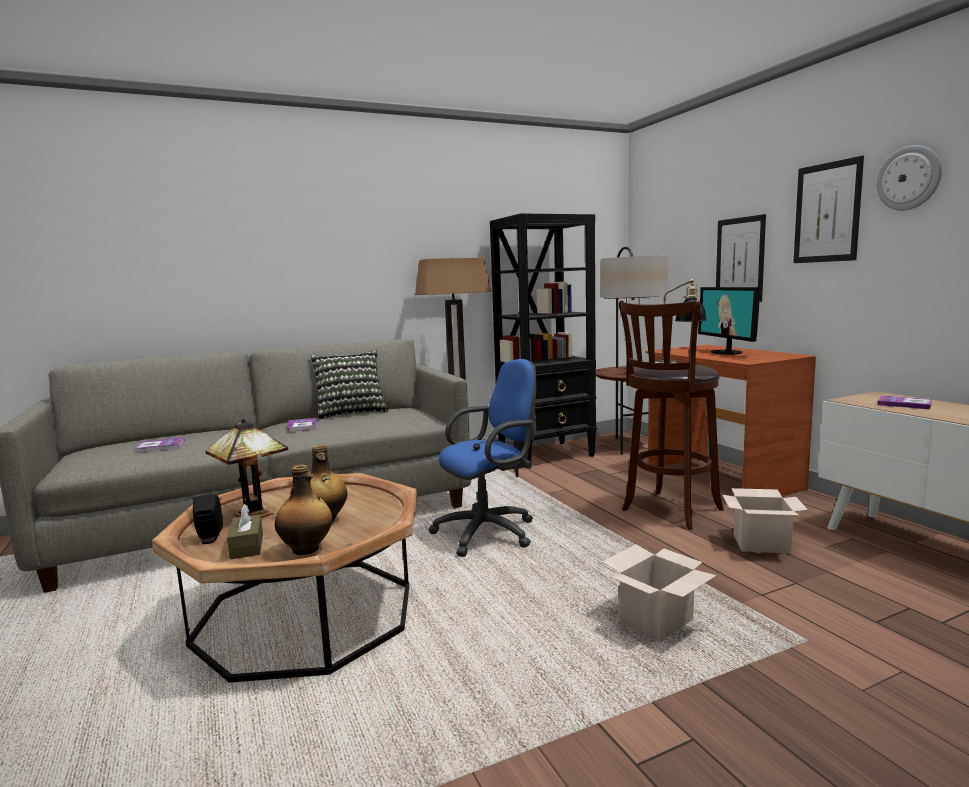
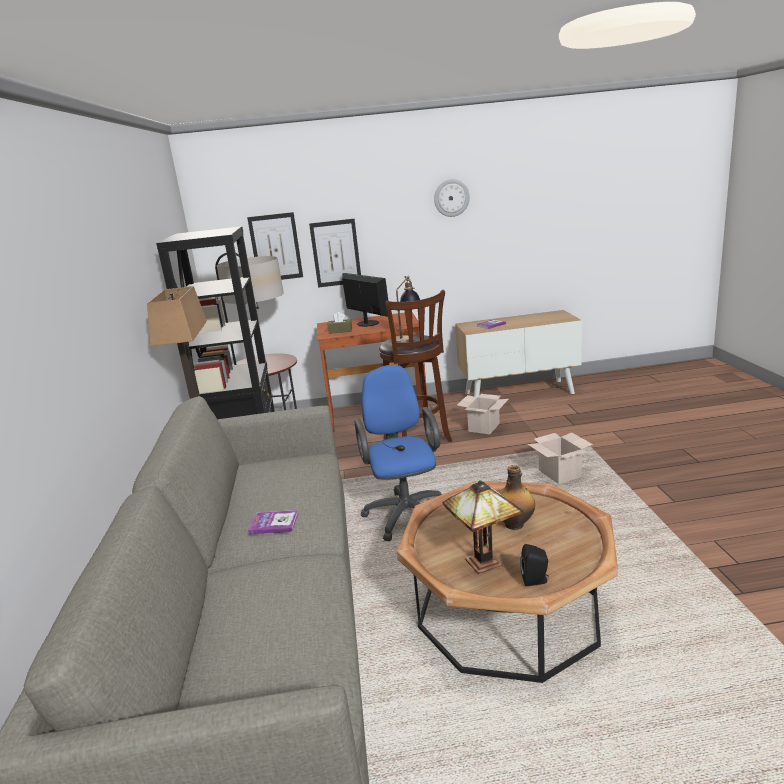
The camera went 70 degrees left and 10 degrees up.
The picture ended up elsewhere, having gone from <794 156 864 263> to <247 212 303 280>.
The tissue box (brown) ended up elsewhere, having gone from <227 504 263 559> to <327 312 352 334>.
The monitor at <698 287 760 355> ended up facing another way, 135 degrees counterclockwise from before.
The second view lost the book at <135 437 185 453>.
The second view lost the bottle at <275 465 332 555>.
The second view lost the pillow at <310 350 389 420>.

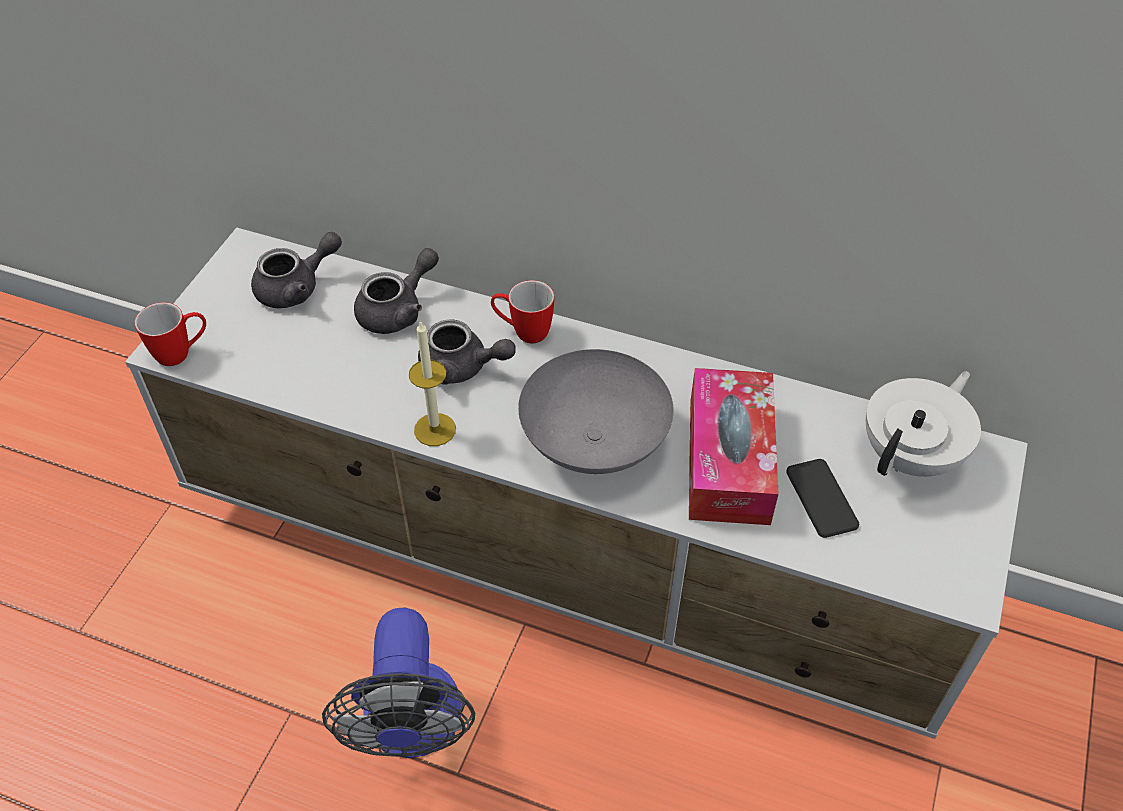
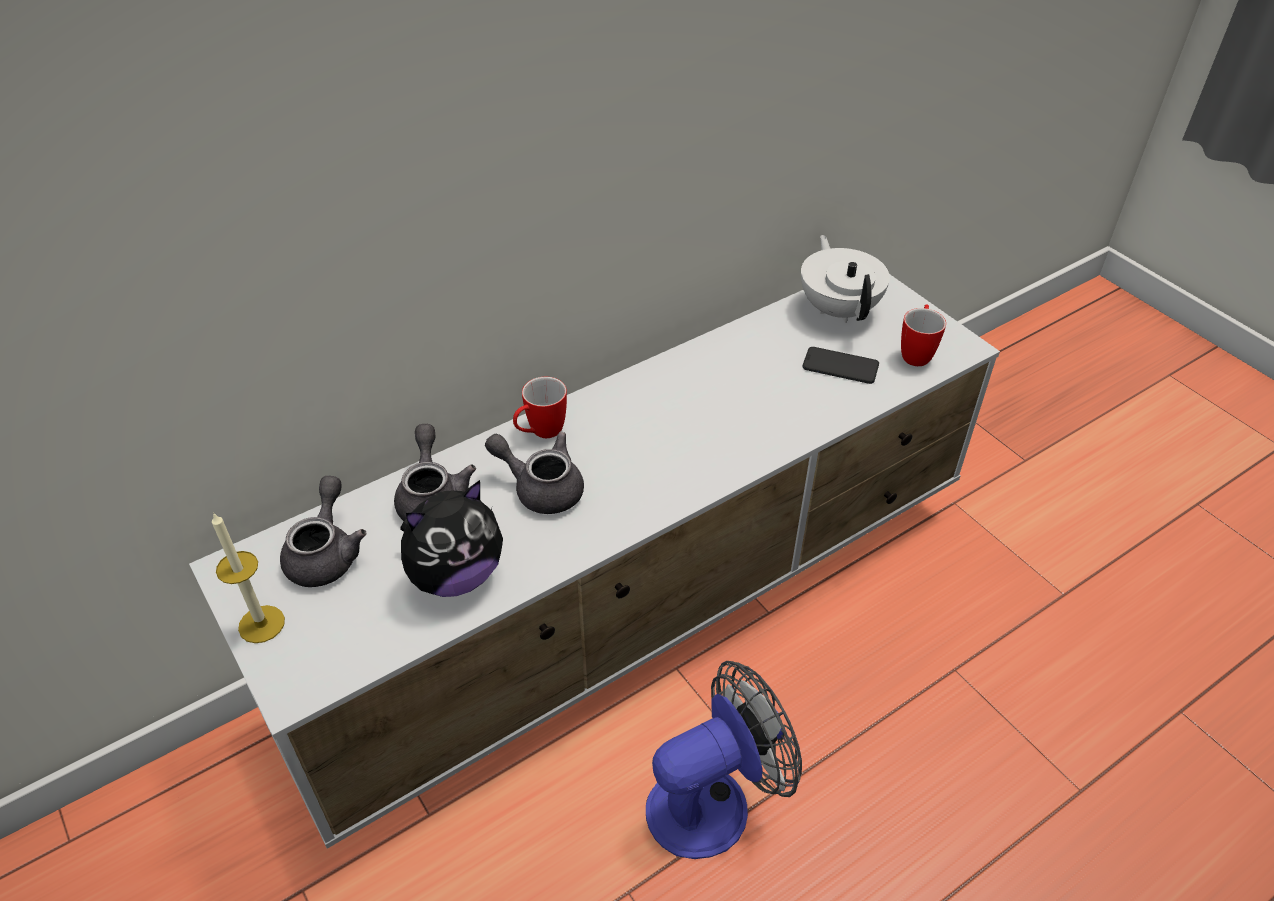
The camera went 55 degrees left and 5 degrees down.
The candle ended up elsewhere, having gone from <409 321 456 446> to <212 512 285 643>.
The second view gained the plush toy at <400 480 503 597>.
The teapot (grey) at <418 319 516 385> ended up facing another way, 120 degrees counterclockwise from before.
The fan at <322 608 475 758> ended up facing another way, 60 degrees counterclockwise from before.
The mug ended up elsewhere, having gone from <135 302 206 366> to <901 304 946 366>.
The second view lost the bowl (grey) at <518 349 674 474>.
The second view lost the tissue box at <689 368 778 525>.

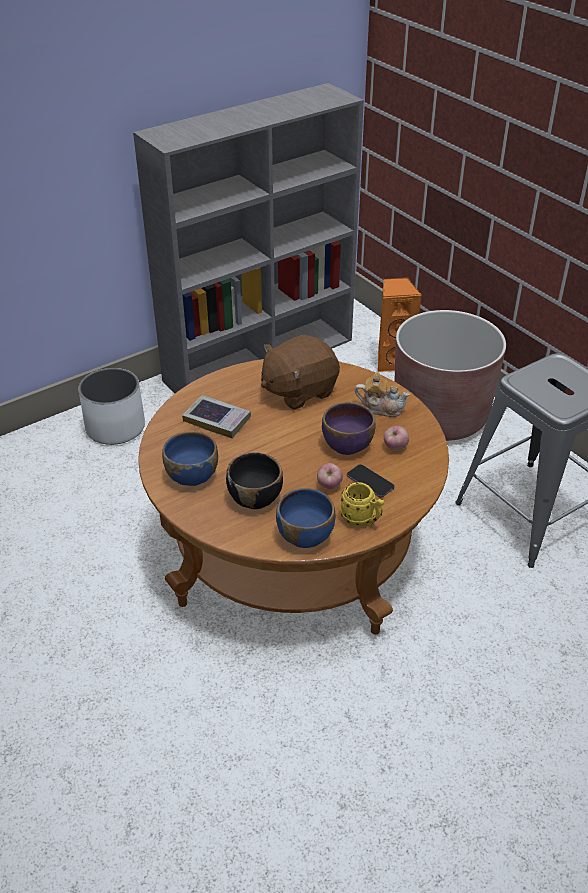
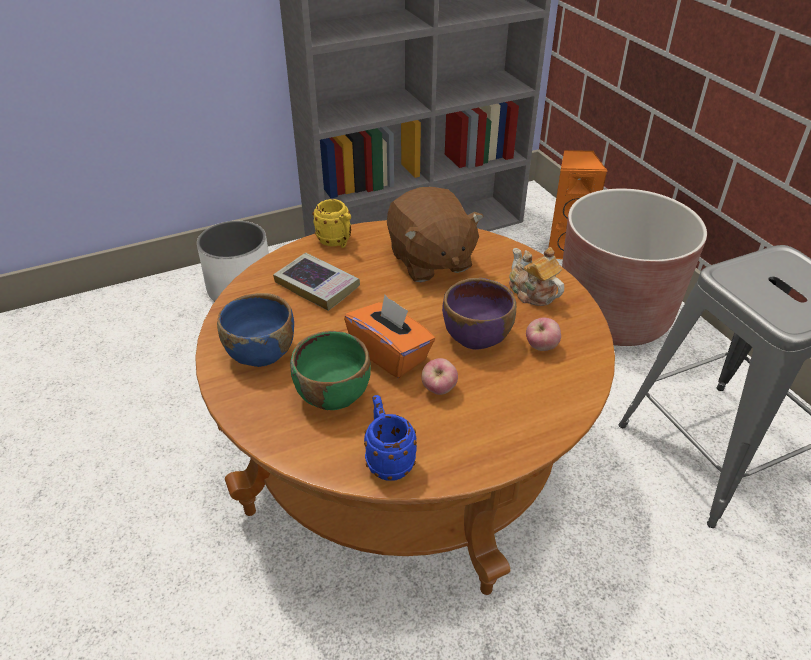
The camera went 10 degrees right and 0 degrees up.
What was the bowl (black) at <226 453 283 509> turned into the bowl (green) at <290 331 371 410>.
The mug (yellow) ended up elsewhere, having gone from <341 482 384 527> to <313 199 351 248>.
The second view gained the tissue box (orange) at <344 295 435 378>.
Where the bowl (blue) stood at <276 488 335 548>, the mug (blue) came to stand at <364 395 417 481>.
The plush toy (brown) at <261 335 340 410> ended up facing another way, 90 degrees counterclockwise from before.
The teapot at <355 373 410 417> ended up facing another way, 150 degrees counterclockwise from before.
The second view lost the phone at <347 464 395 497>.

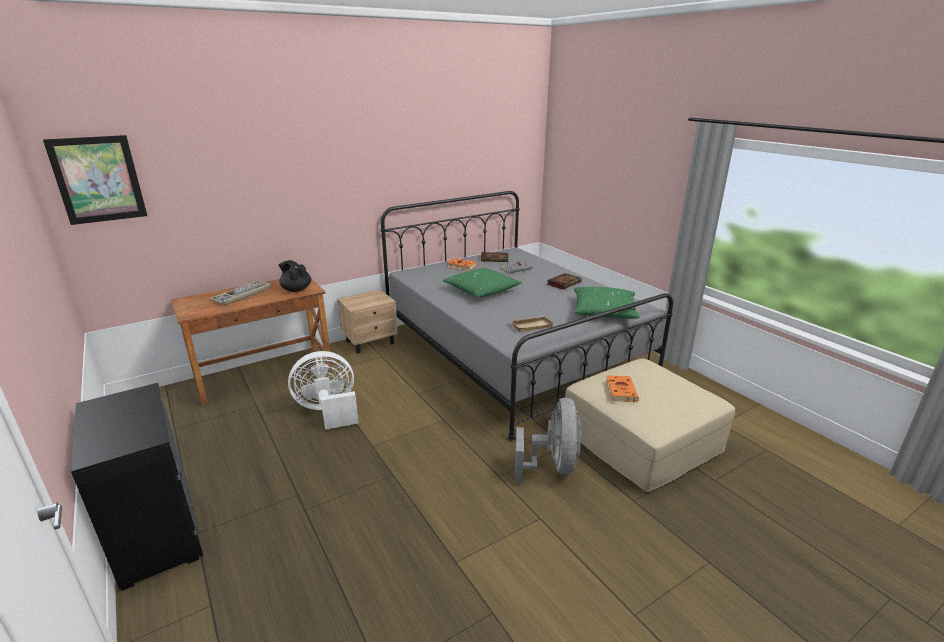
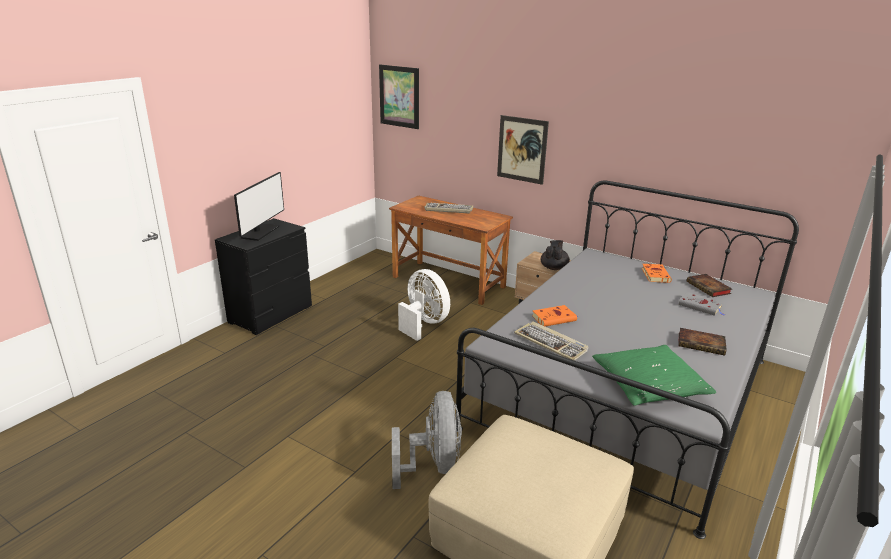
The camera went 65 degrees right and 0 degrees up.
The second view gained the monitor at <234 172 284 241>.
The fan (grey) at <515 398 582 483> ended up facing another way, 75 degrees counterclockwise from before.
The second view gained the picture at <497 115 549 185>.
Where the tray (beige) stood at <510 316 554 332>, the keyboard came to stand at <514 321 589 361>.
The book (orange) ended up elsewhere, having gone from <606 375 639 402> to <532 305 579 327>.
The teapot (black) ended up elsewhere, having gone from <278 260 311 292> to <541 240 570 270>.
The second view lost the pillow (green) at <443 268 522 297>.

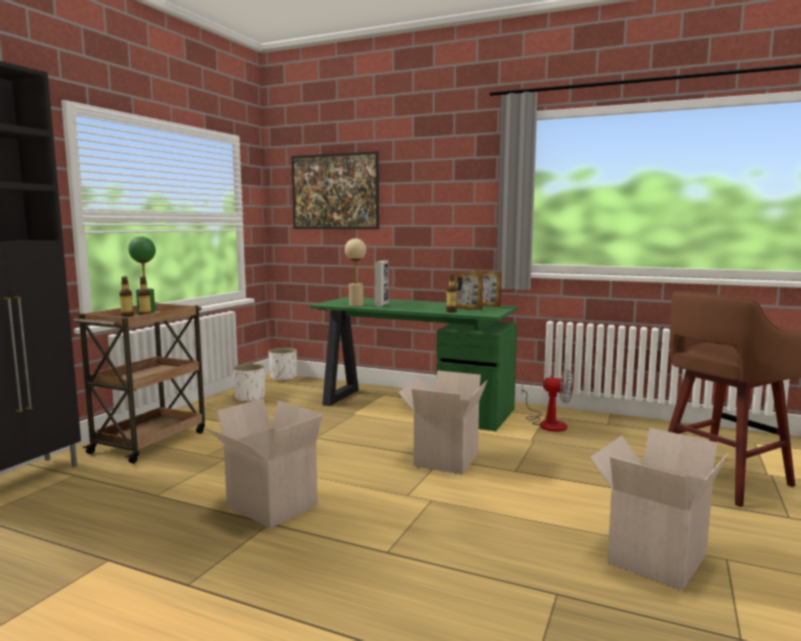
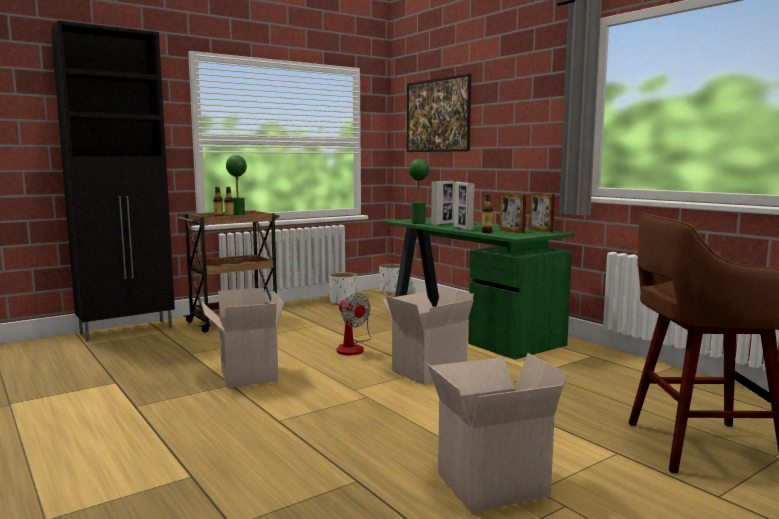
The camera went 30 degrees right and 0 degrees up.
The fan ended up elsewhere, having gone from <521 370 573 432> to <337 293 372 355>.
What was the table lamp (beige) at <345 238 366 307> turned into the table lamp (green) at <409 159 429 224>.
The second view gained the picture frame at <454 182 475 230>.

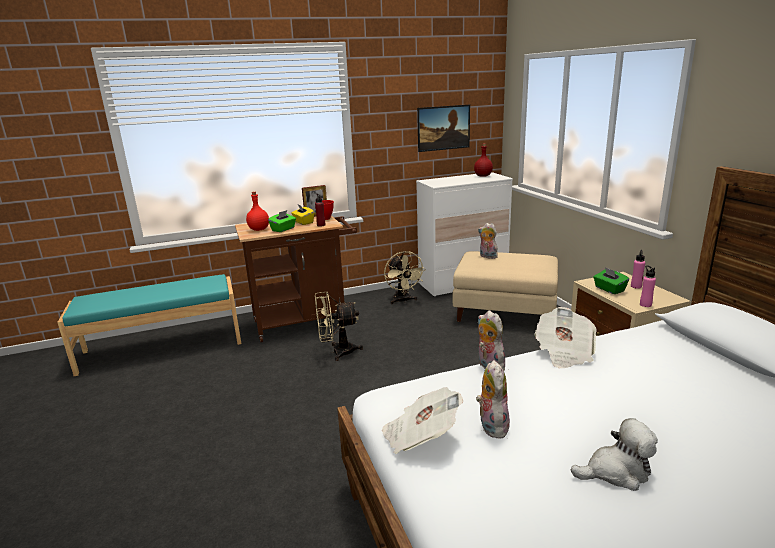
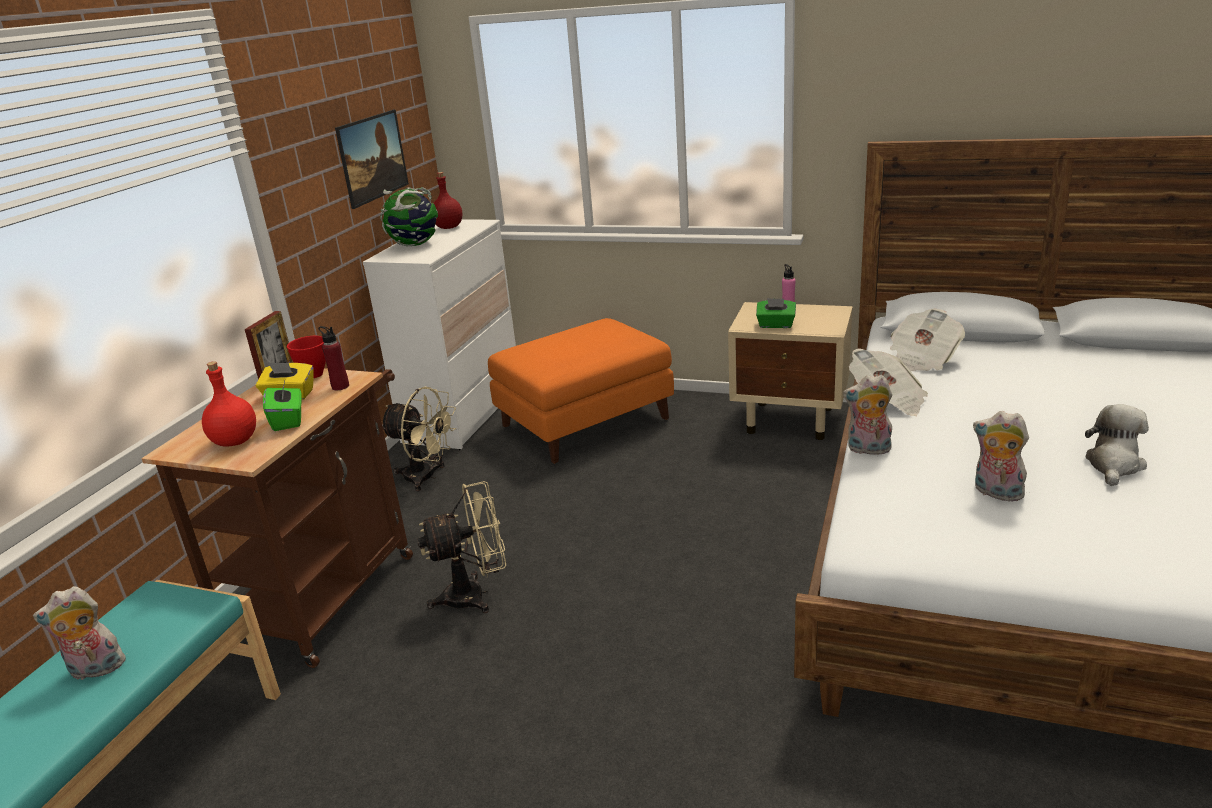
The camera went 50 degrees left and 5 degrees up.
The plush toy ended up elsewhere, having gone from <478 223 498 259> to <33 586 126 680>.
The second view gained the globe at <380 187 438 246>.
The fan (beige) at <315 292 363 361> ended up facing another way, 135 degrees counterclockwise from before.
What was the ottoman (beige) at <453 251 558 322> turned into the ottoman (orange) at <488 318 674 464>.
The newspaper ended up elsewhere, having gone from <382 387 463 454> to <890 309 965 371>.
The second view lost the bottle (pink) at <640 265 656 307>.

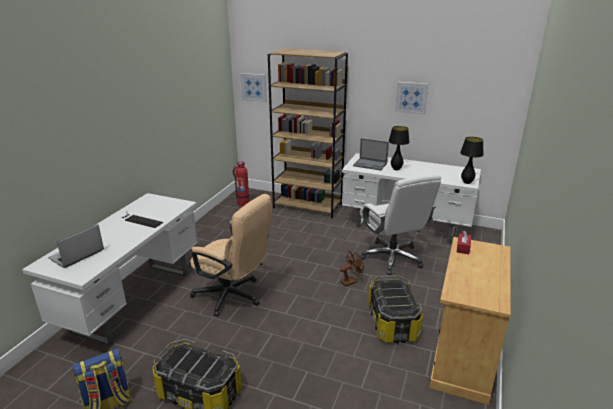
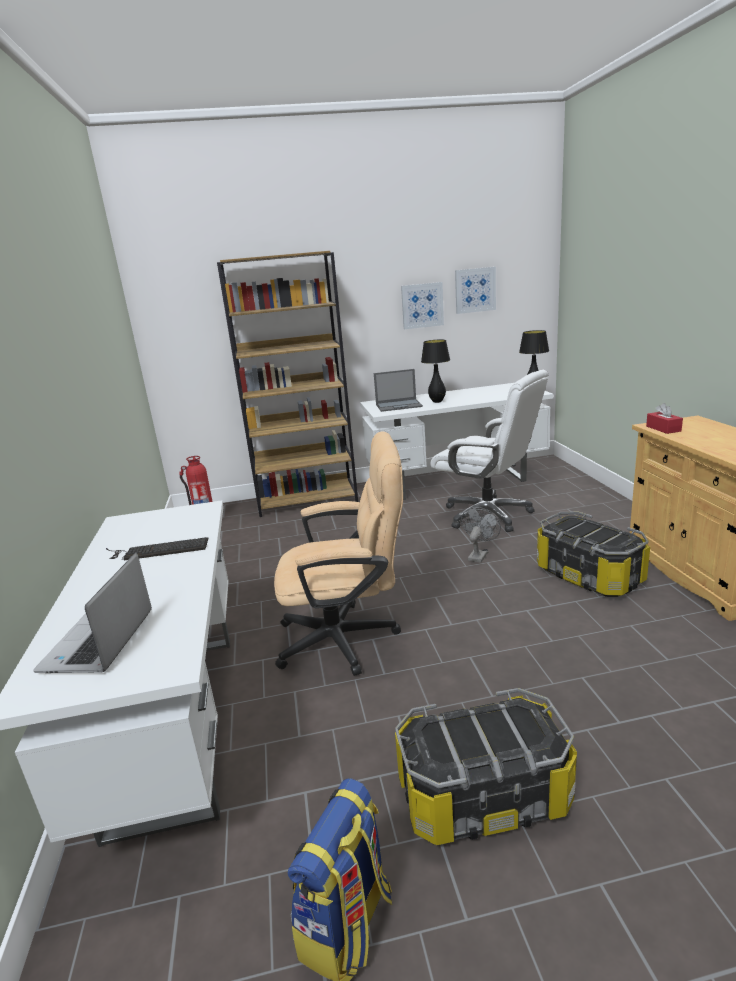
The camera went 30 degrees left and 5 degrees down.
The picture ended up elsewhere, having gone from <240 73 267 102> to <455 267 496 314>.
What was the fan (brown) at <340 251 364 287> turned into the fan (grey) at <461 507 501 563>.

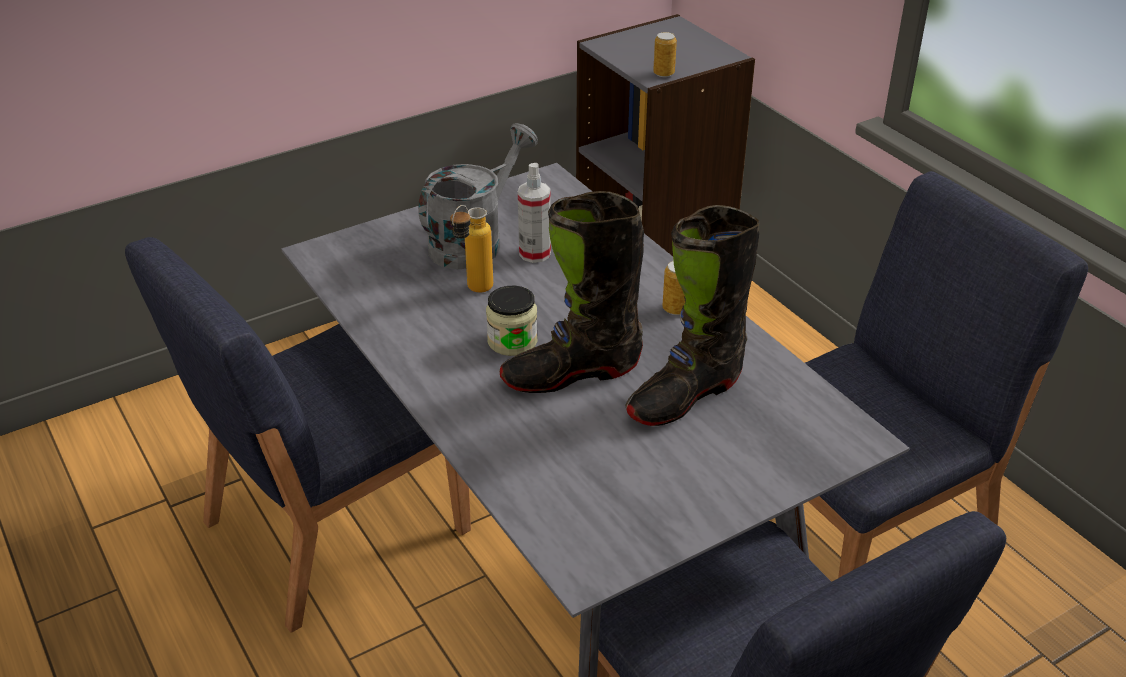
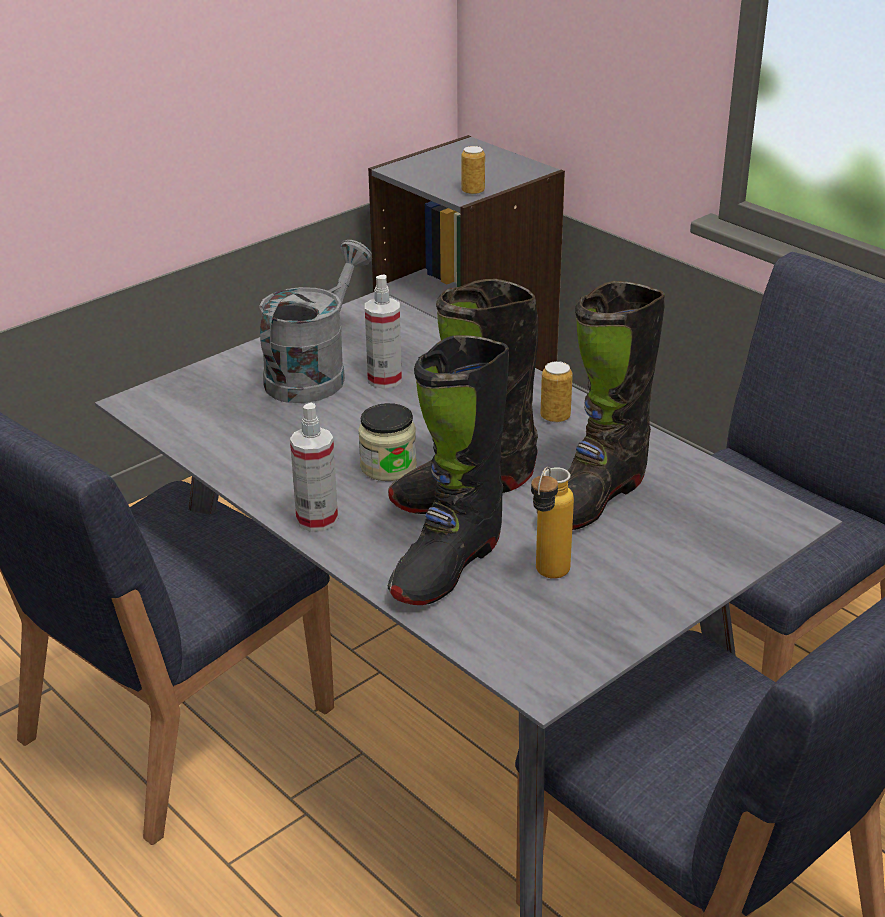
The camera went 10 degrees left and 5 degrees down.
The second view gained the spray bottle at <290 403 338 532>.
The second view gained the boot (black) at <388 335 509 605>.
The bottle ended up elsewhere, having gone from <450 205 493 293> to <531 467 574 579>.

